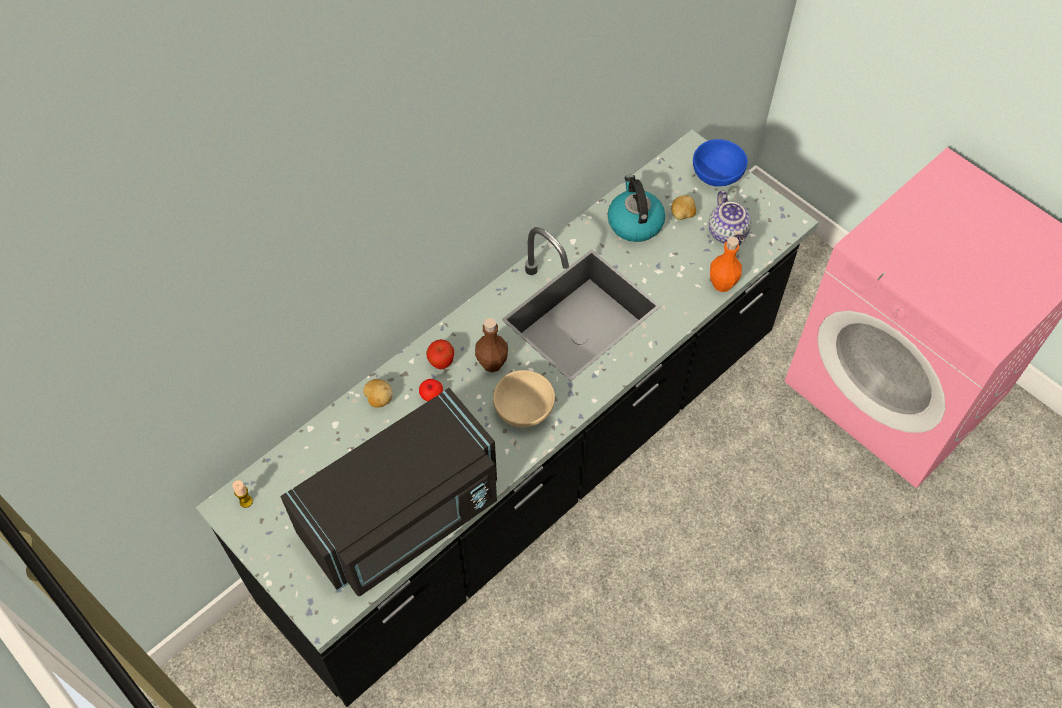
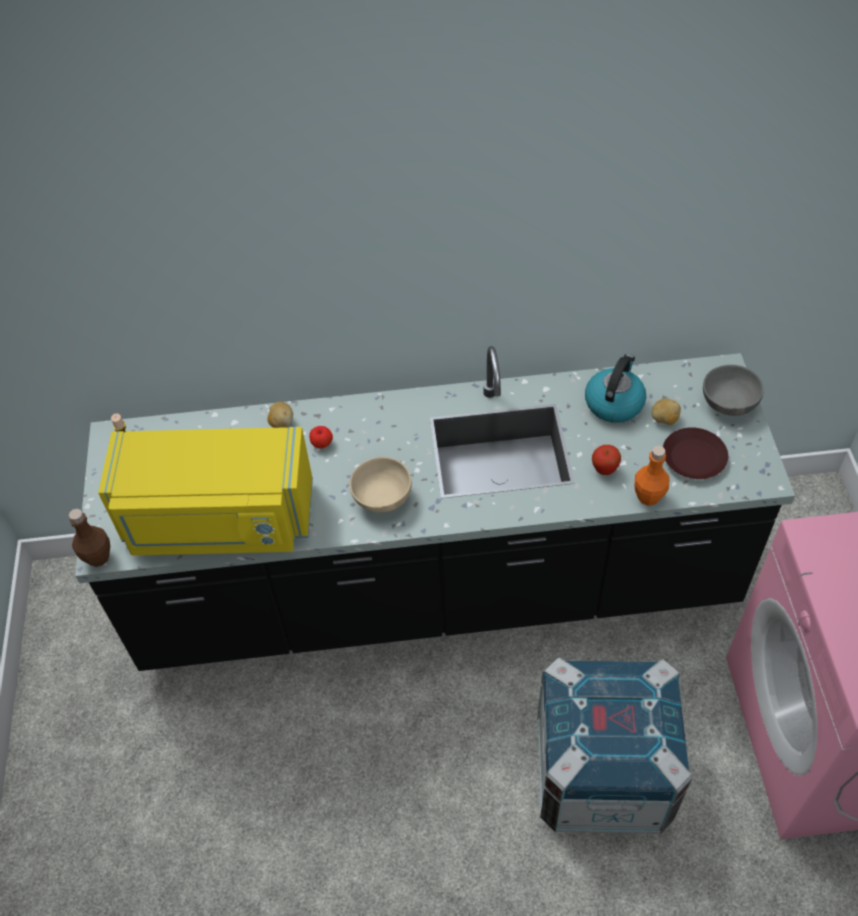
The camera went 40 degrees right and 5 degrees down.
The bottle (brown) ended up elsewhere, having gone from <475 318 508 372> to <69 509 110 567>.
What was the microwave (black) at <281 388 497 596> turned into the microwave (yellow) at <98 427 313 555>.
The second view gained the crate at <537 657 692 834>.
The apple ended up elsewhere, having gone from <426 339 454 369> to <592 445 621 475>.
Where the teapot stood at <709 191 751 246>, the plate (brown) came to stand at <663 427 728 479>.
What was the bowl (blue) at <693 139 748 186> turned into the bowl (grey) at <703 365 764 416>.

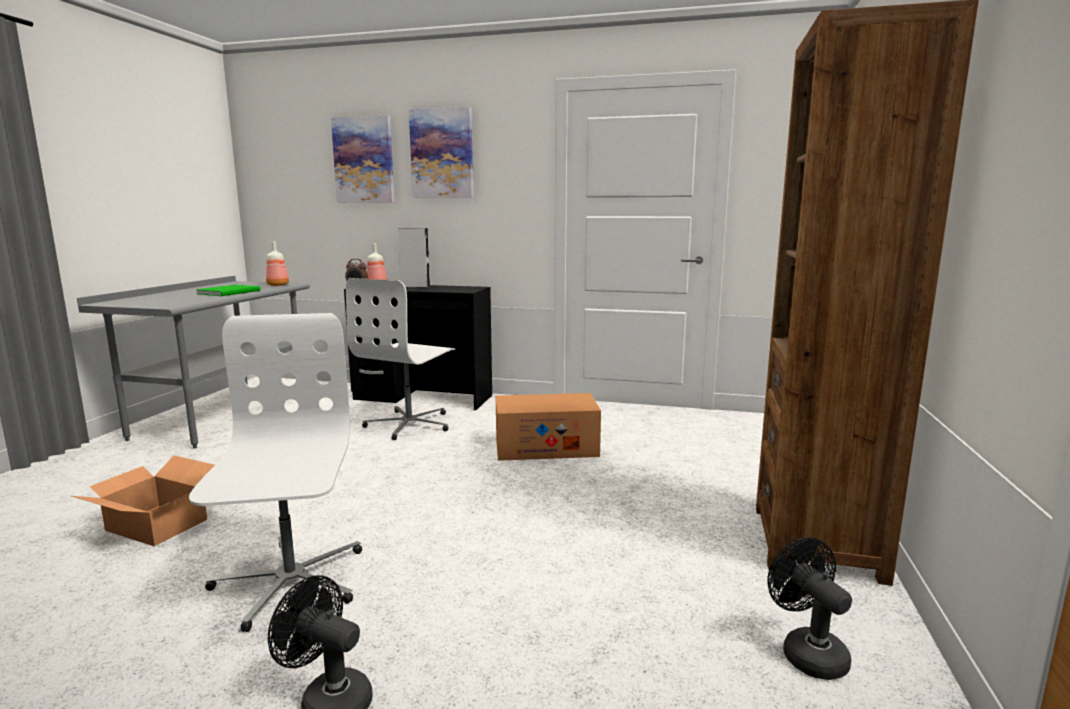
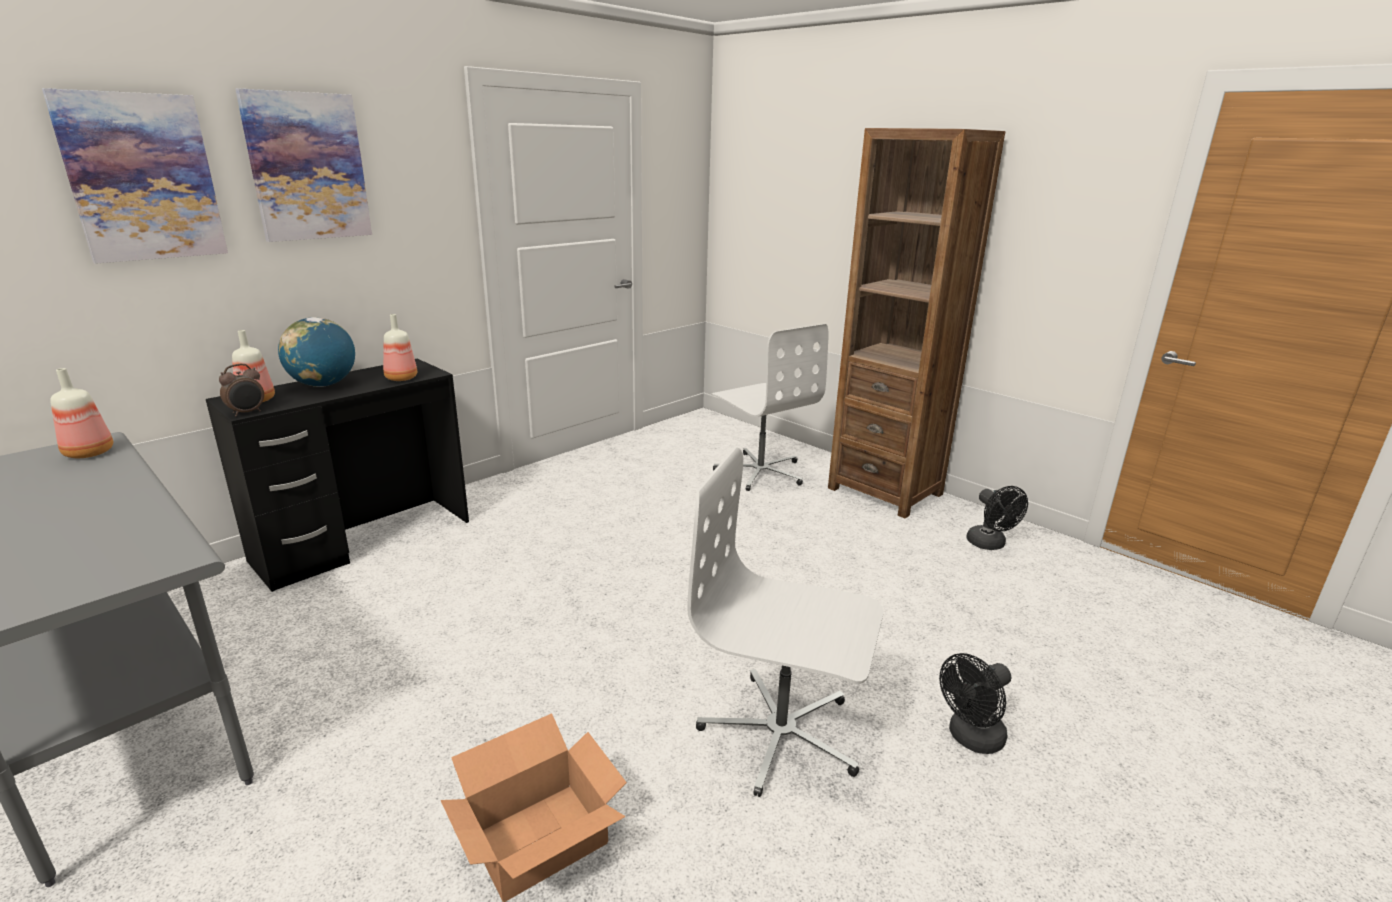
The camera went 60 degrees left and 10 degrees up.
Where the speaker (grey) stood at <398 228 430 288>, the globe came to stand at <278 317 355 387>.
The second view gained the bottle at <383 314 417 381>.
The office chair (white) ended up elsewhere, having gone from <346 278 456 440> to <712 324 829 491>.
The fan (black) at <767 537 852 680> ended up facing another way, 120 degrees counterclockwise from before.
The second view lost the book (green) at <196 285 260 296>.
The second view lost the cardboard box at <496 393 601 461>.

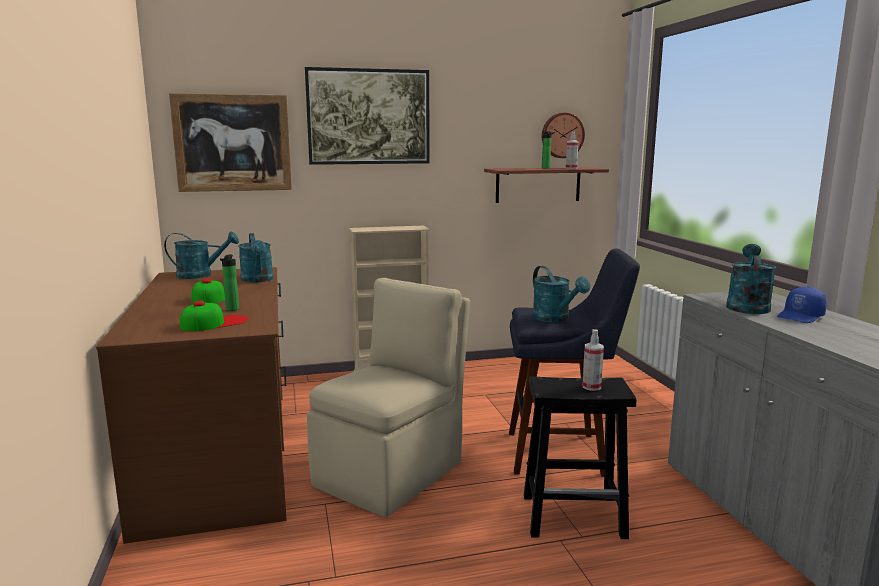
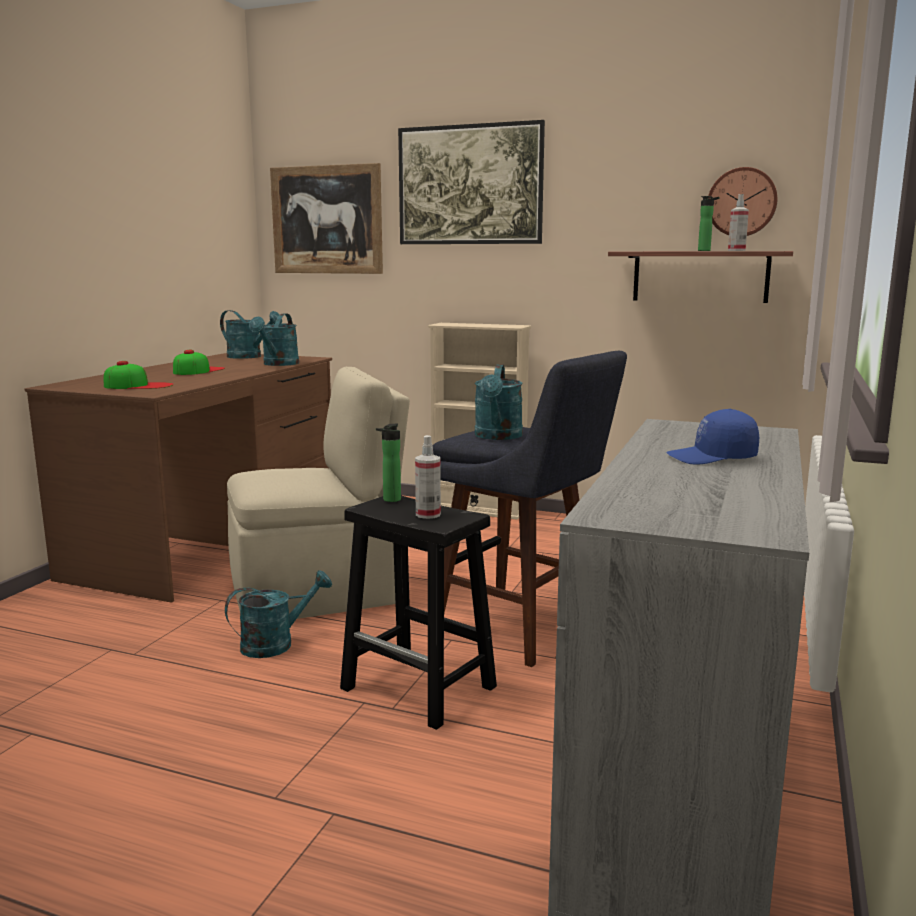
The camera went 35 degrees right and 0 degrees up.
The watering can (turquoise) ended up elsewhere, having gone from <726 244 776 314> to <225 570 332 658>.
The bottle ended up elsewhere, having gone from <220 254 239 311> to <376 424 401 502>.

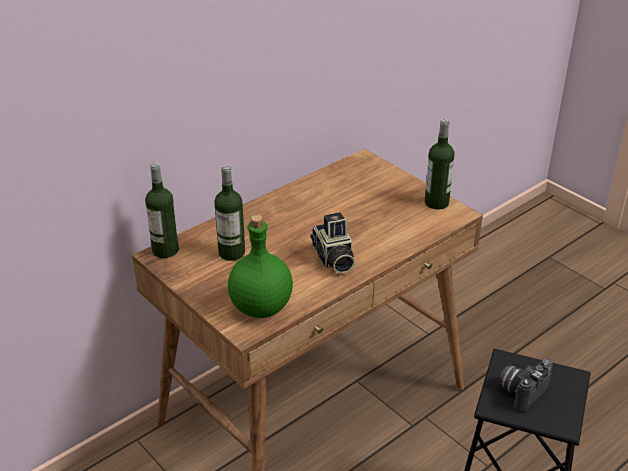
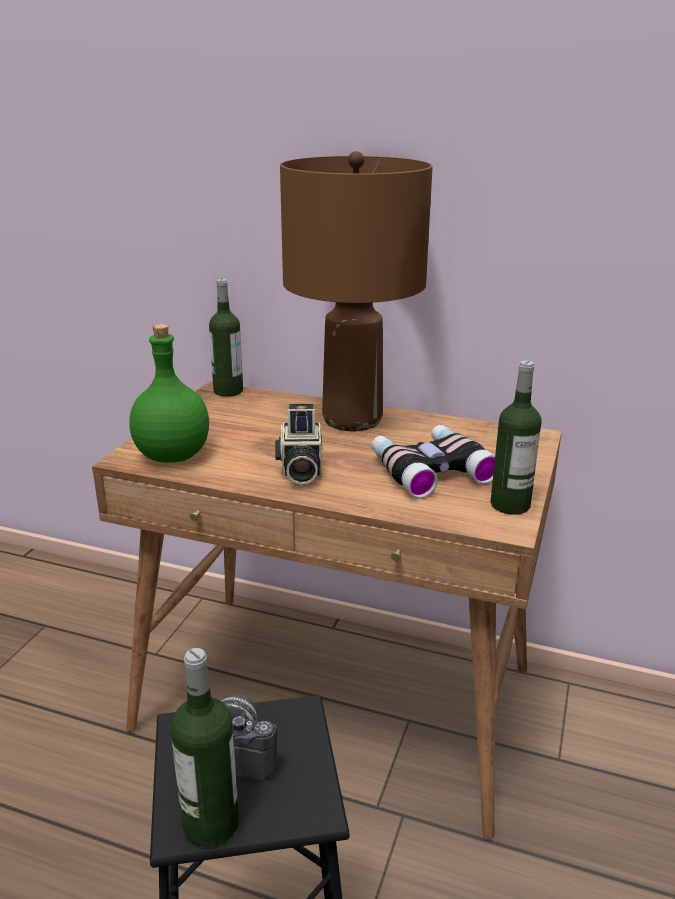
The camera went 60 degrees right and 10 degrees down.
The bottle ended up elsewhere, having gone from <214 165 245 261> to <171 648 239 847>.
The photo camera at <310 212 355 274> ended up facing another way, 45 degrees counterclockwise from before.
The second view gained the table lamp (brown) at <280 151 433 431>.
The second view gained the binoculars at <371 425 495 499>.

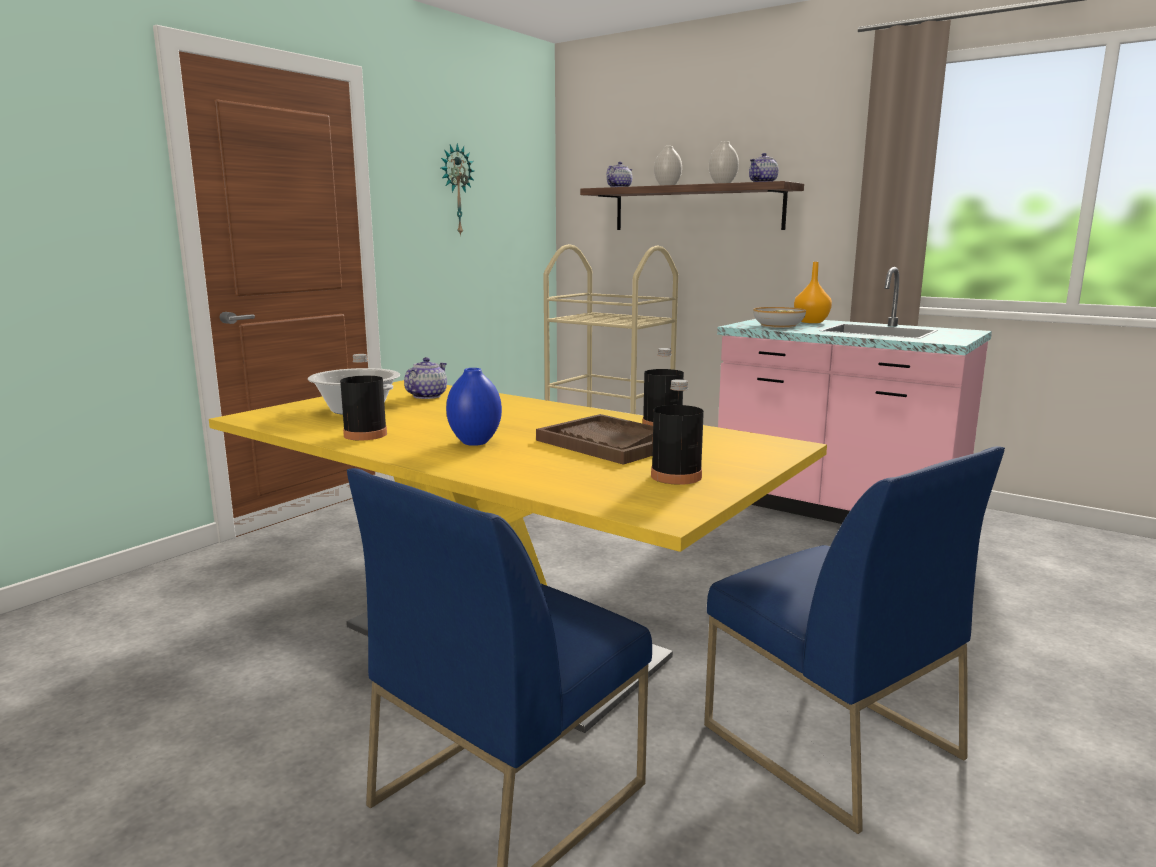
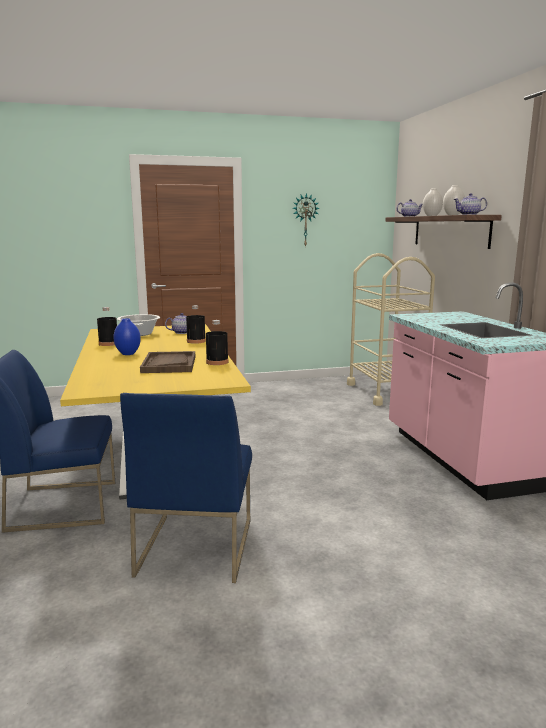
The camera went 40 degrees right and 0 degrees up.
The bottle (black) ended up elsewhere, having gone from <651 379 704 485> to <186 305 206 344>.
The second view lost the bowl at <753 307 806 328>.
The second view lost the vase (orange) at <794 262 832 323>.

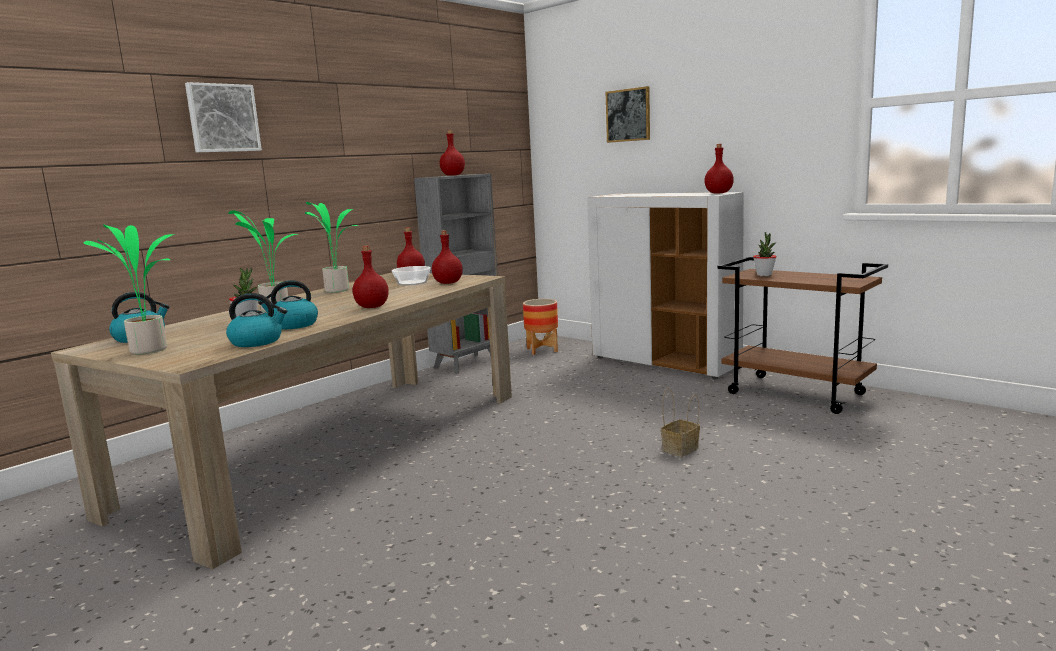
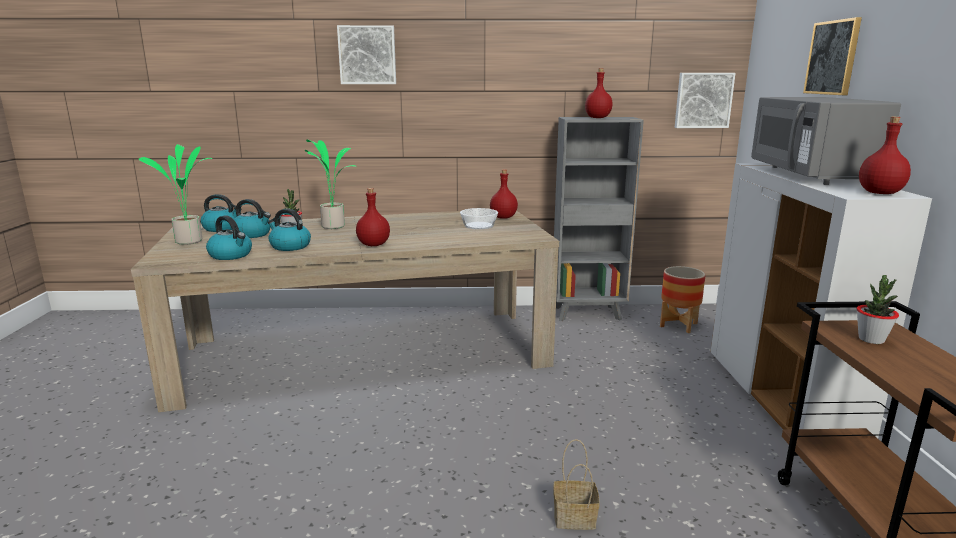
The camera went 45 degrees right and 5 degrees up.
The second view gained the kettle at <231 199 271 238>.
The second view gained the picture at <675 73 736 128>.
The second view gained the microwave (grey) at <751 97 901 185>.
The second view lost the potted plant at <305 202 358 293>.
The second view lost the bottle (red) at <432 230 463 284>.

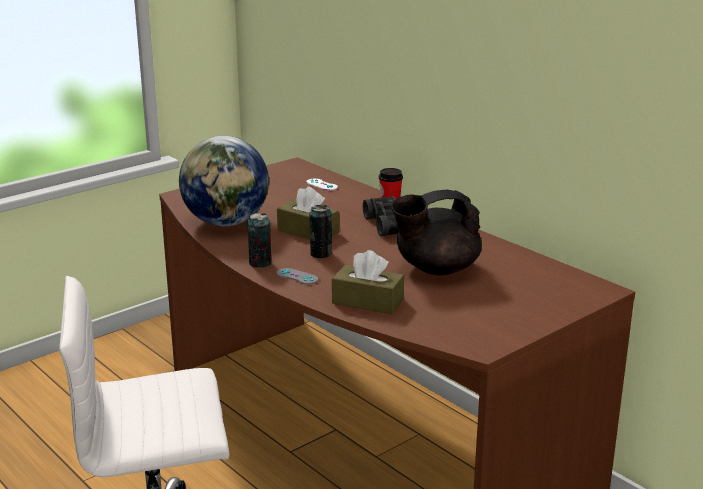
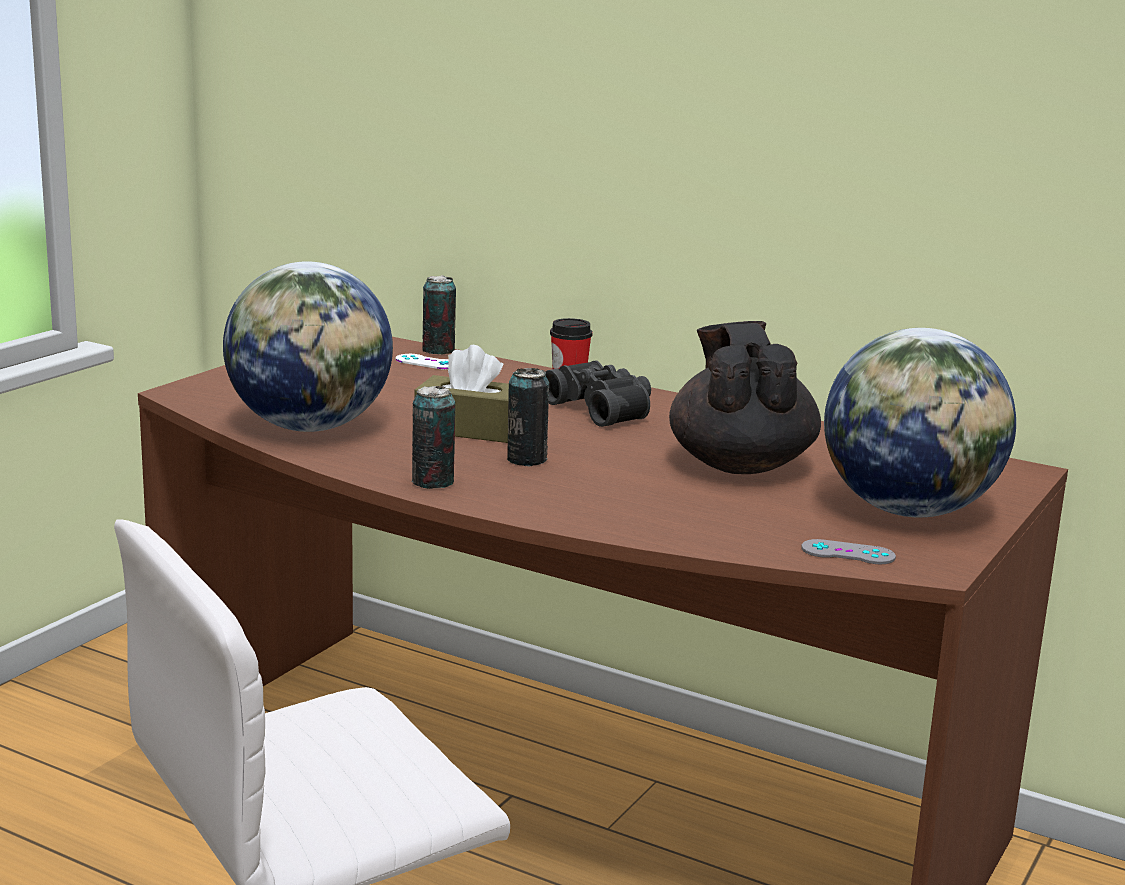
The camera went 20 degrees left and 5 degrees down.
The second view gained the can at <422 275 456 354>.
The teapot (black) at <391 190 482 275> ended up facing another way, 120 degrees clockwise from before.
The game controller (grey) ended up elsewhere, having gone from <277 268 318 284> to <801 539 896 564>.
The second view gained the globe at <824 328 1016 518>.
The second view lost the tissue box (brown) at <332 250 404 314>.

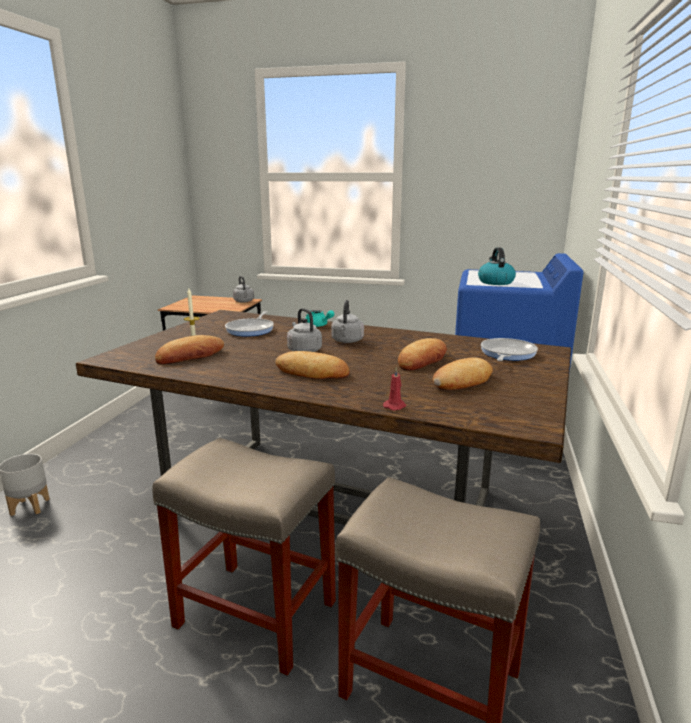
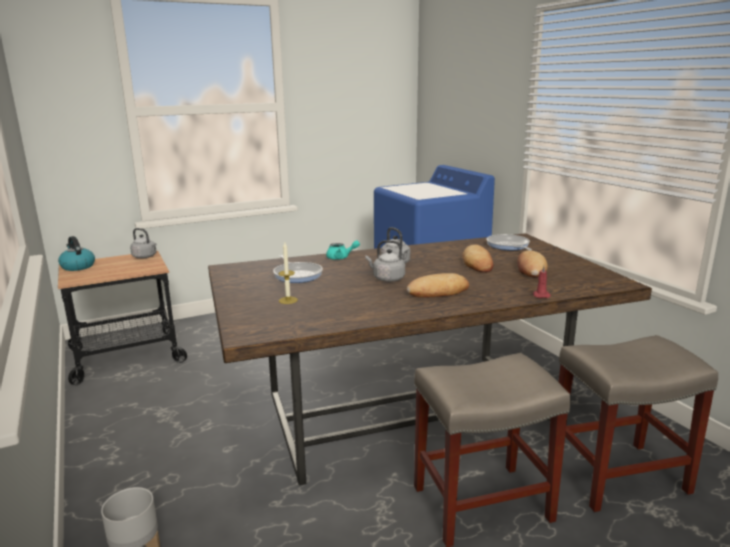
The camera went 40 degrees left and 0 degrees up.
The kettle ended up elsewhere, having gone from <478 247 516 285> to <58 236 95 271>.
The second view lost the bread at <155 335 224 364>.

